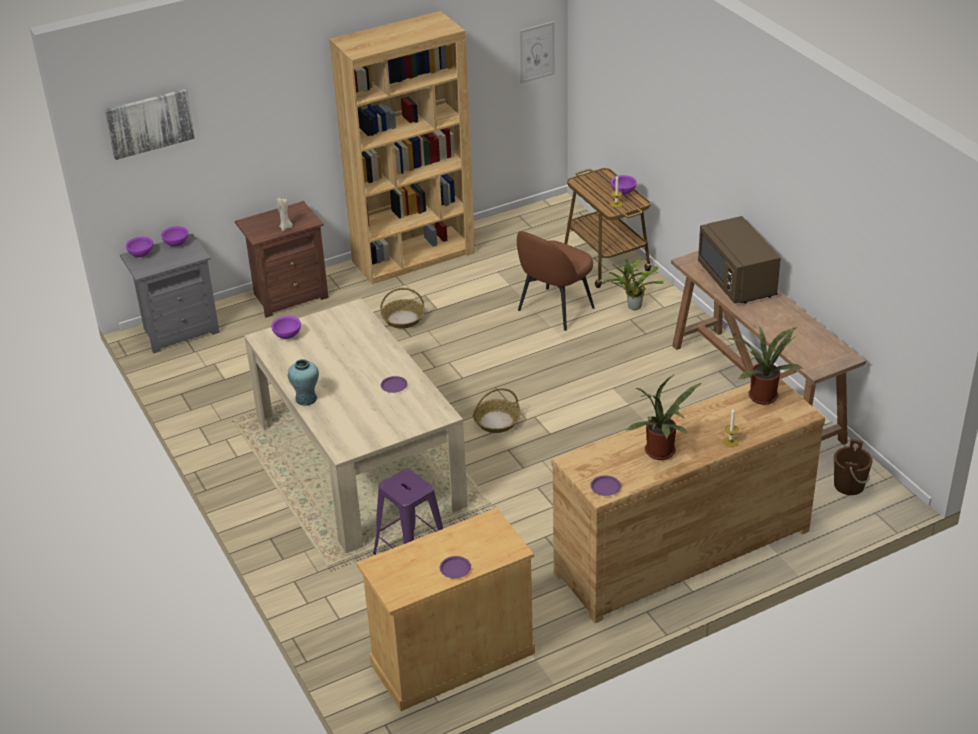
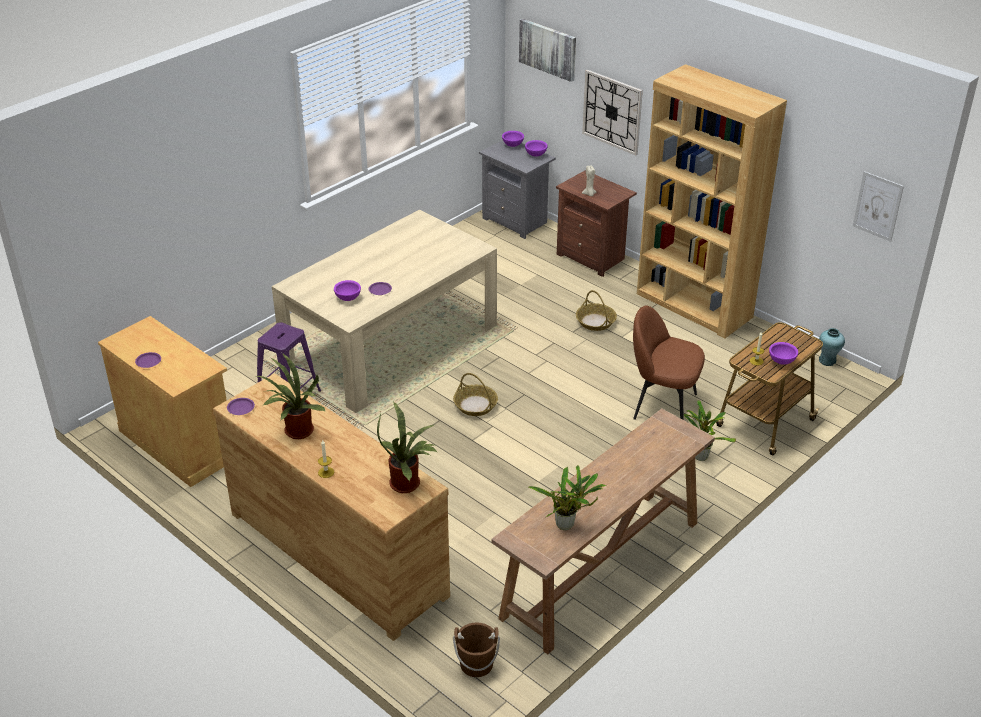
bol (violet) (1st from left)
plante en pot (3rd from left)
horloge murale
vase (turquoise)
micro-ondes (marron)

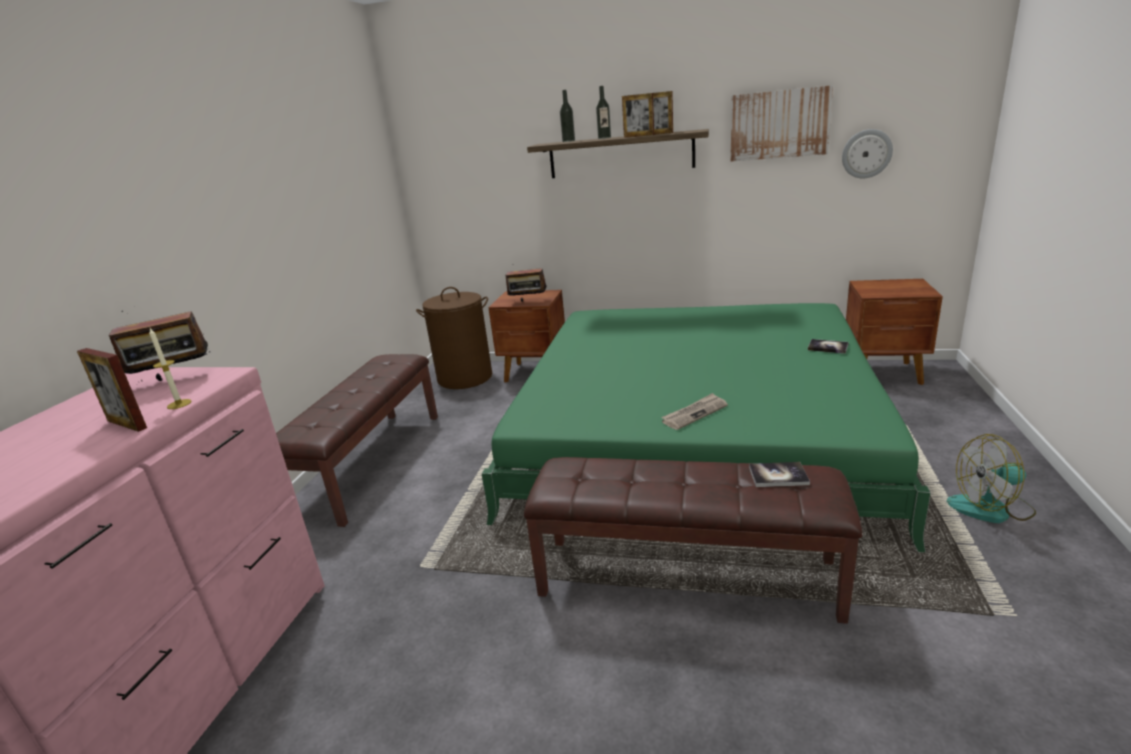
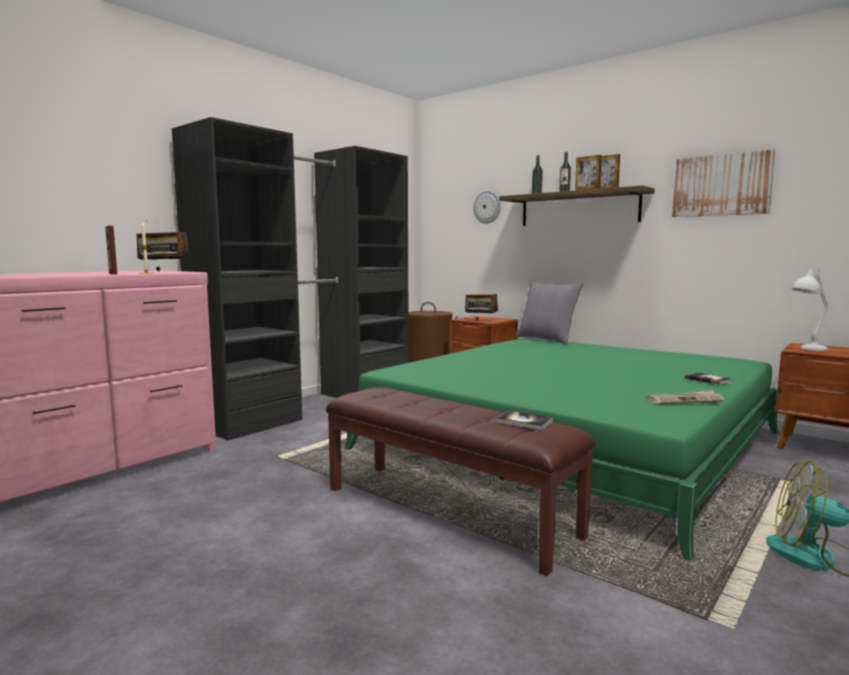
armoire (noir)
horloge murale
coussin (gris)
journal
lampe de table (blanc)

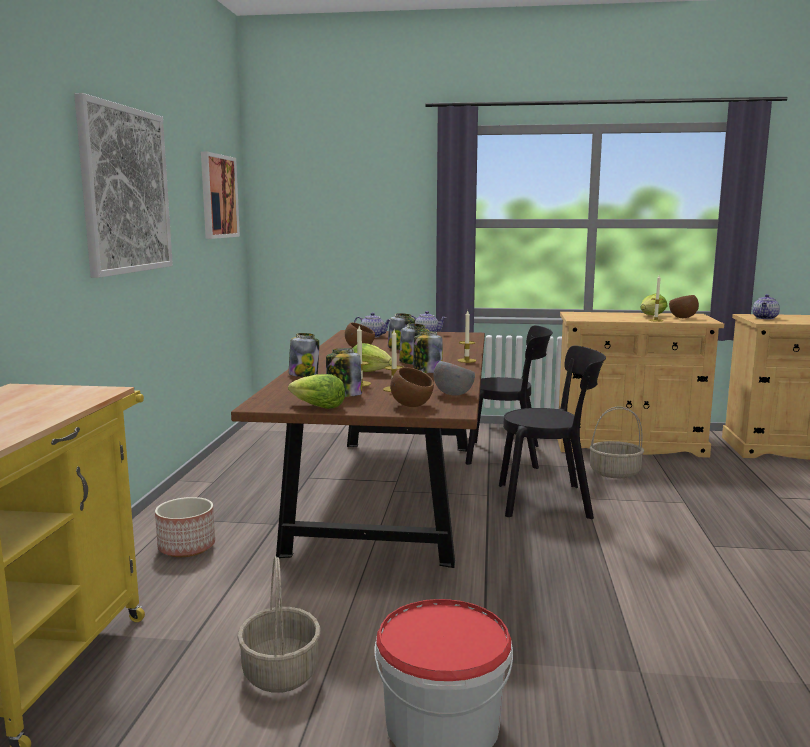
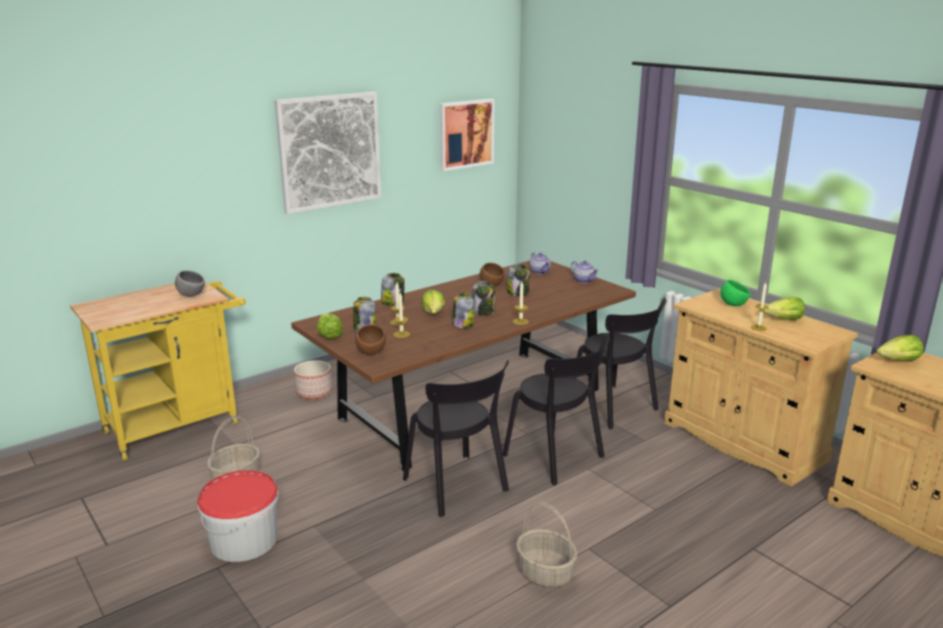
bol (gris)
chaise (noir) (1st from left)
panier (2nd from left)
bol (vert)
laitue (4th from left)
bol (marron) (3rd from left in the first image)

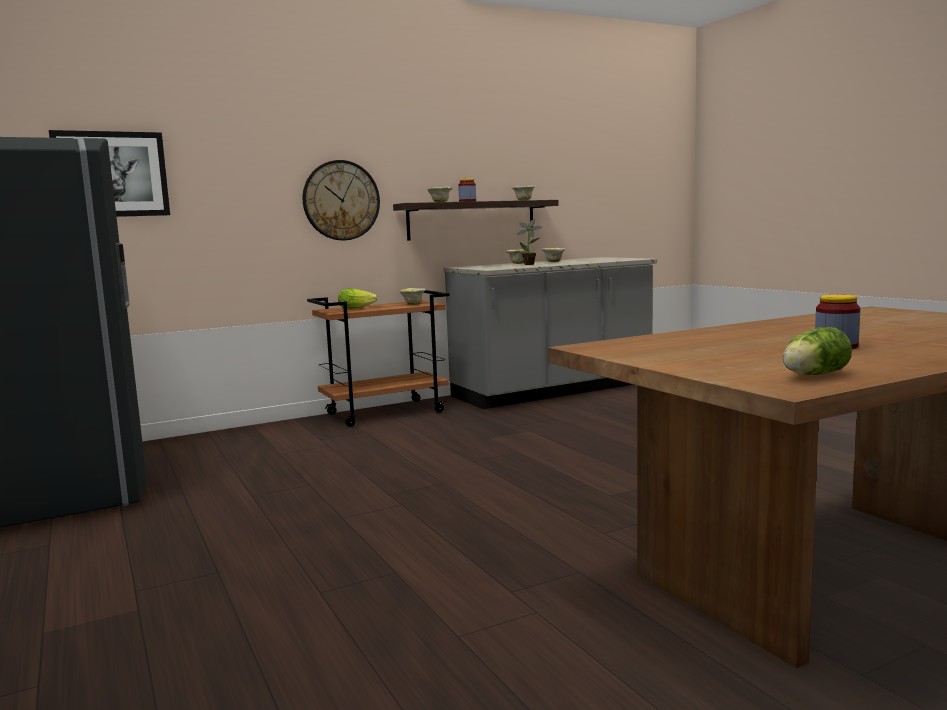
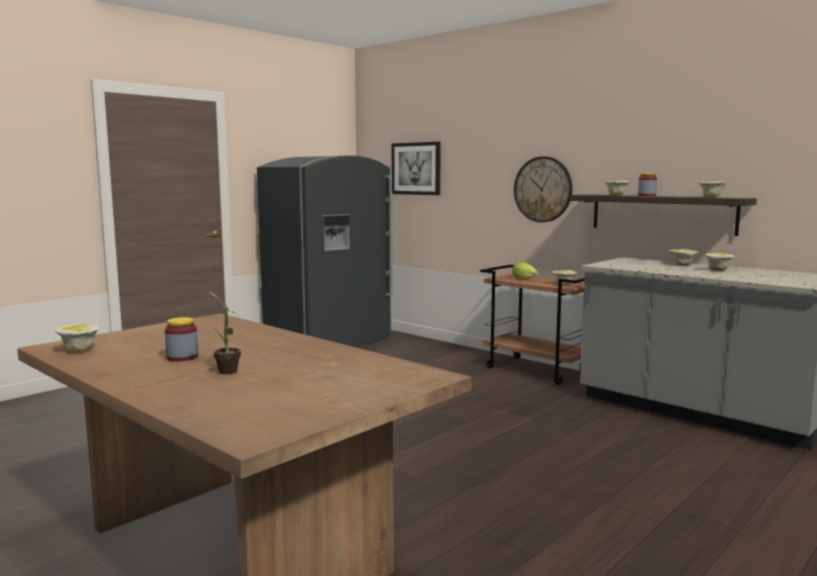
bol (1st from left)
plante en pot

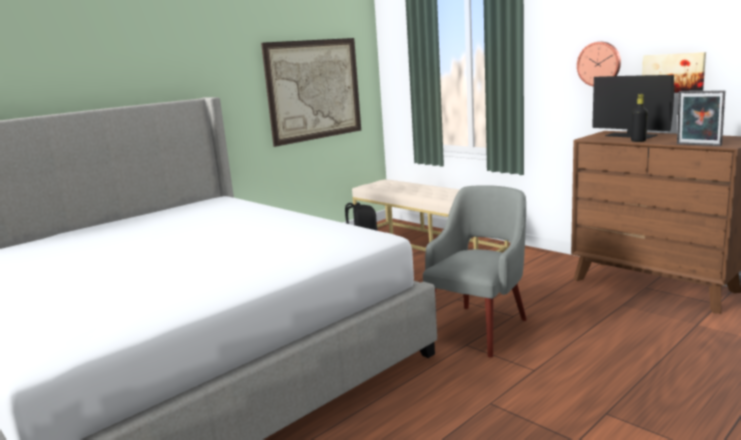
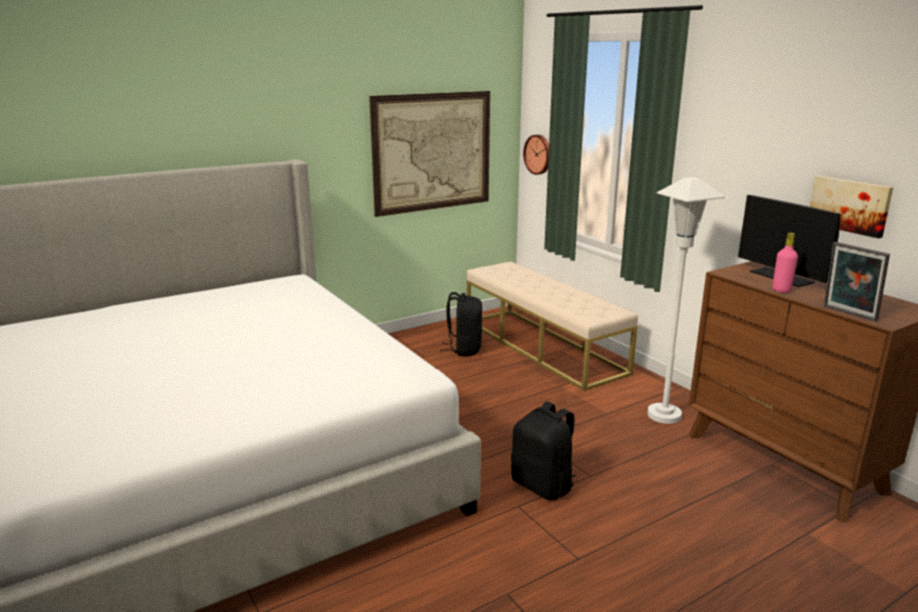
sac à dos (noir) (2nd from left)
horloge murale
lampadaire (blanc)
bouteille (rose)

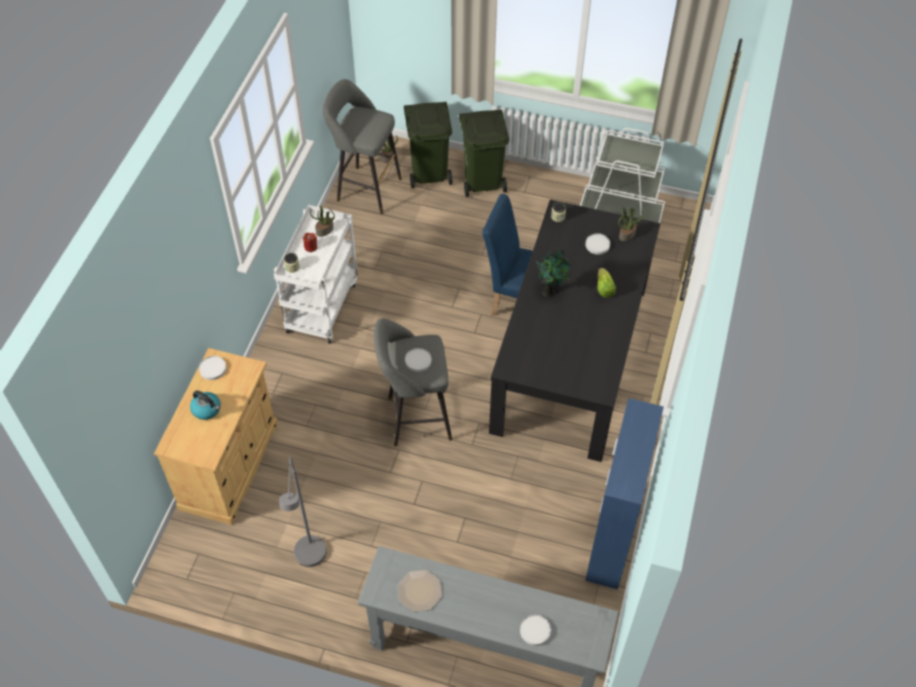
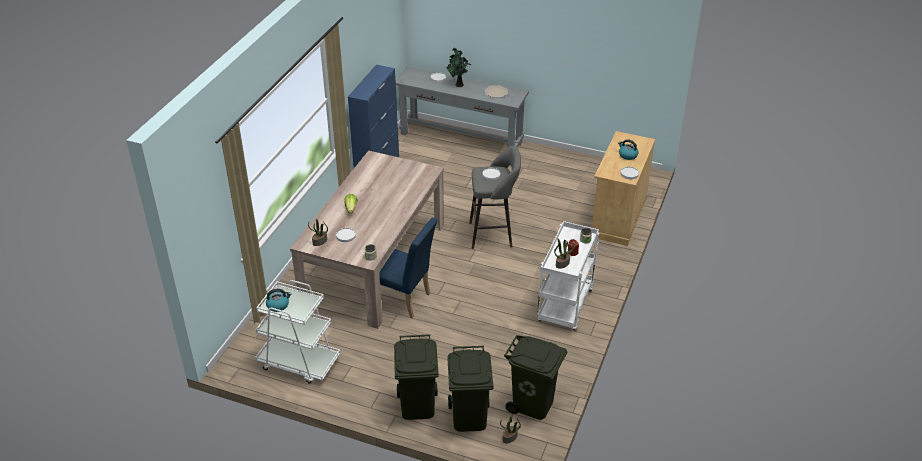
bouilloire (1st from left)
table à manger (beige)
plante en pot (2nd from left)
poubelle (vert) (3rd from left)
lampadaire (gris)

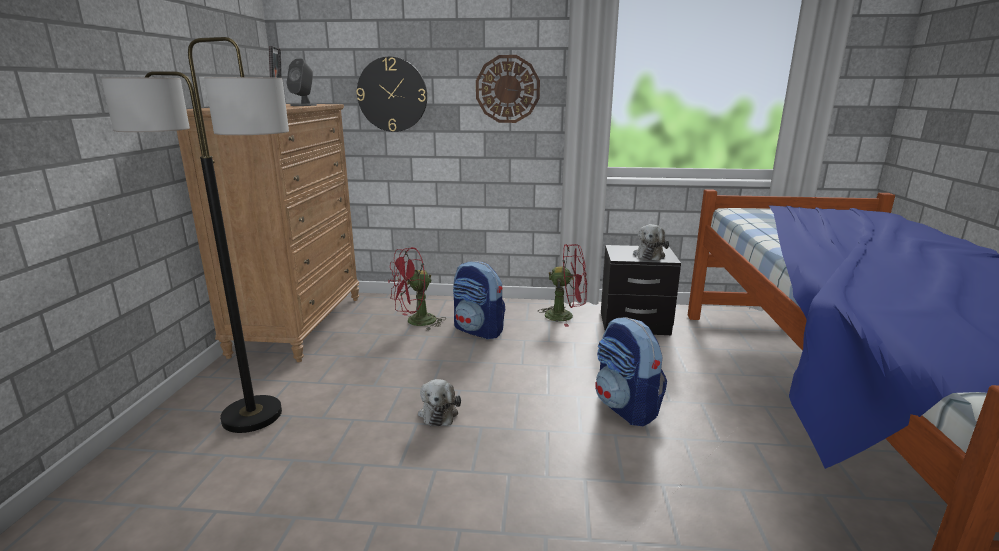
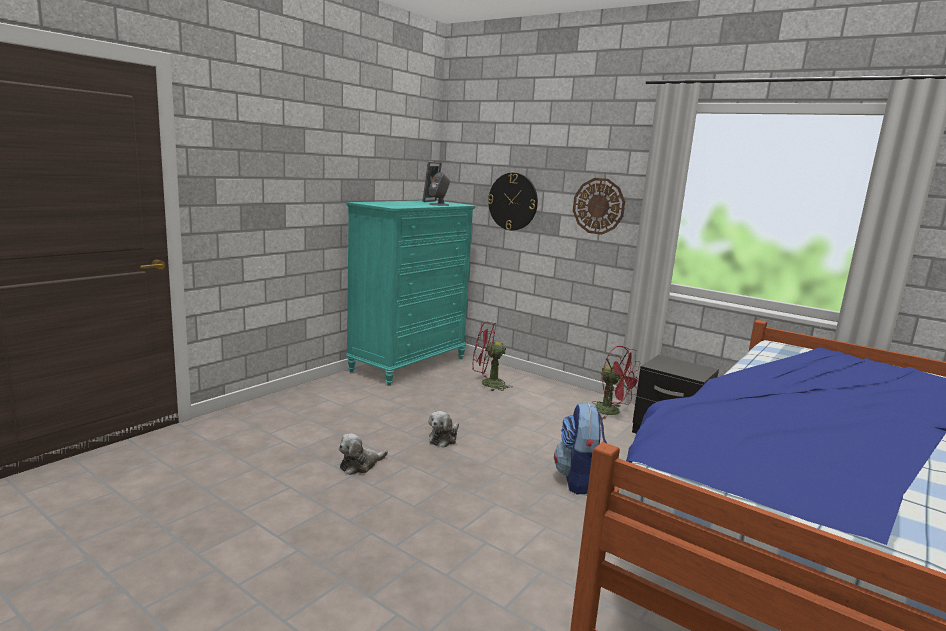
peluche (1st from left)
commode (turquoise)
lampadaire
sac à dos (1st from left in the first image)

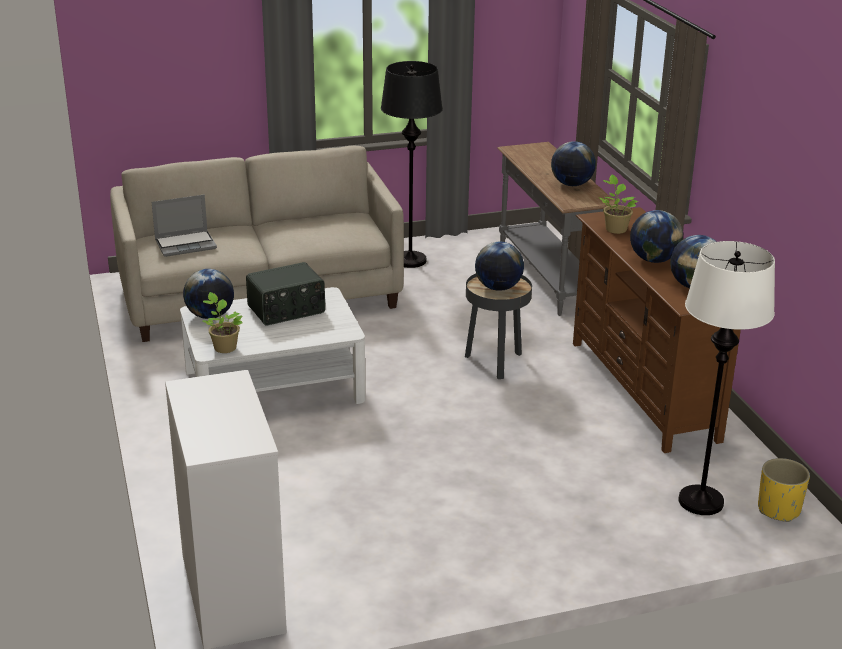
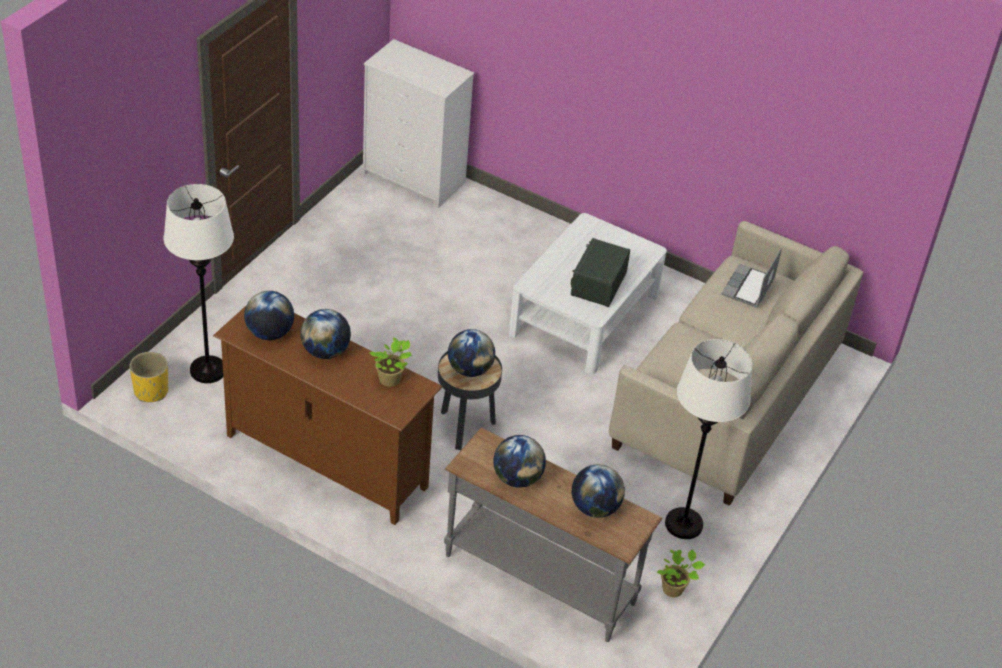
globe (5th from left)
plante en pot (2nd from left)
lampadaire (blanc) (2nd from left)

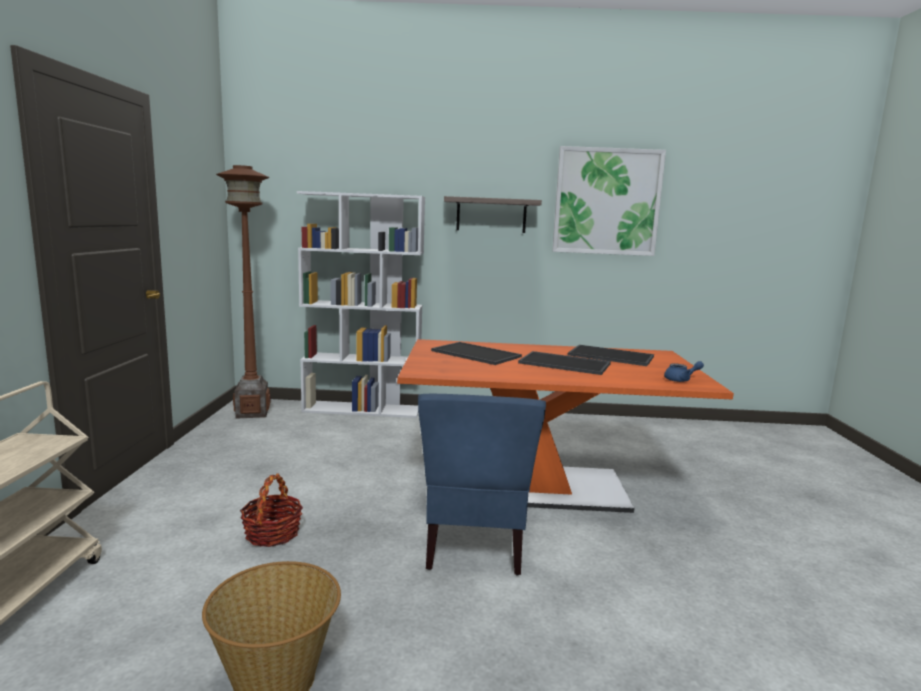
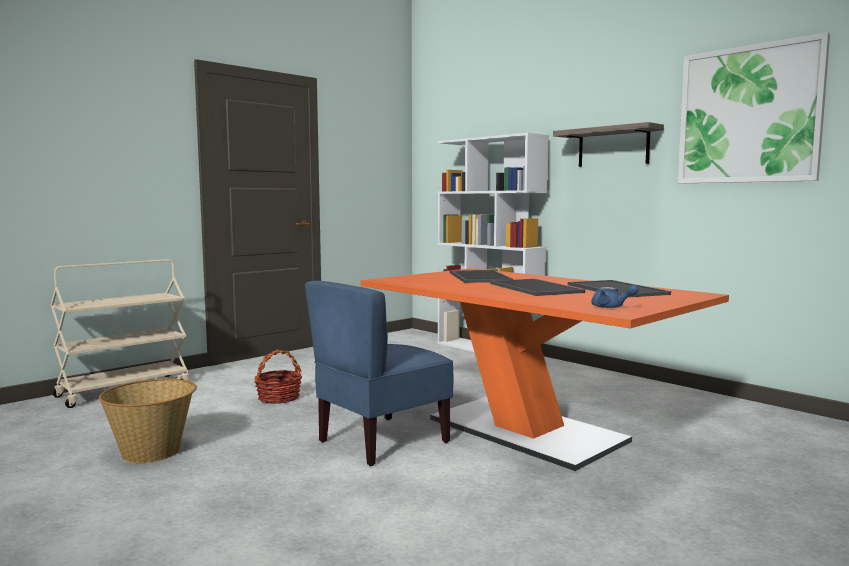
lampadaire (marron)

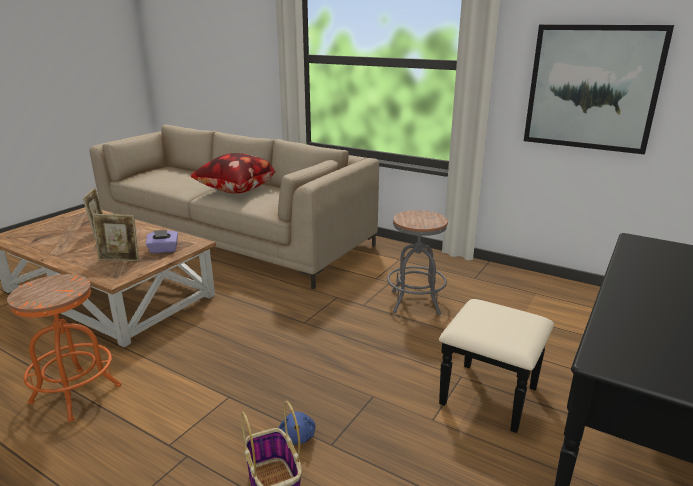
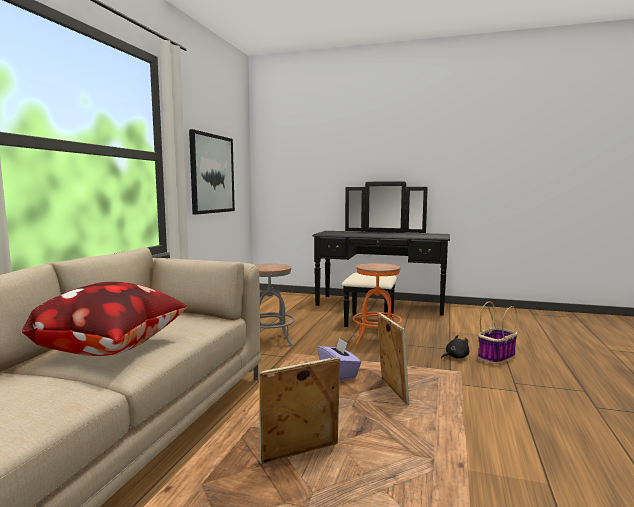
tabouret (orange)
peluche (noir)

